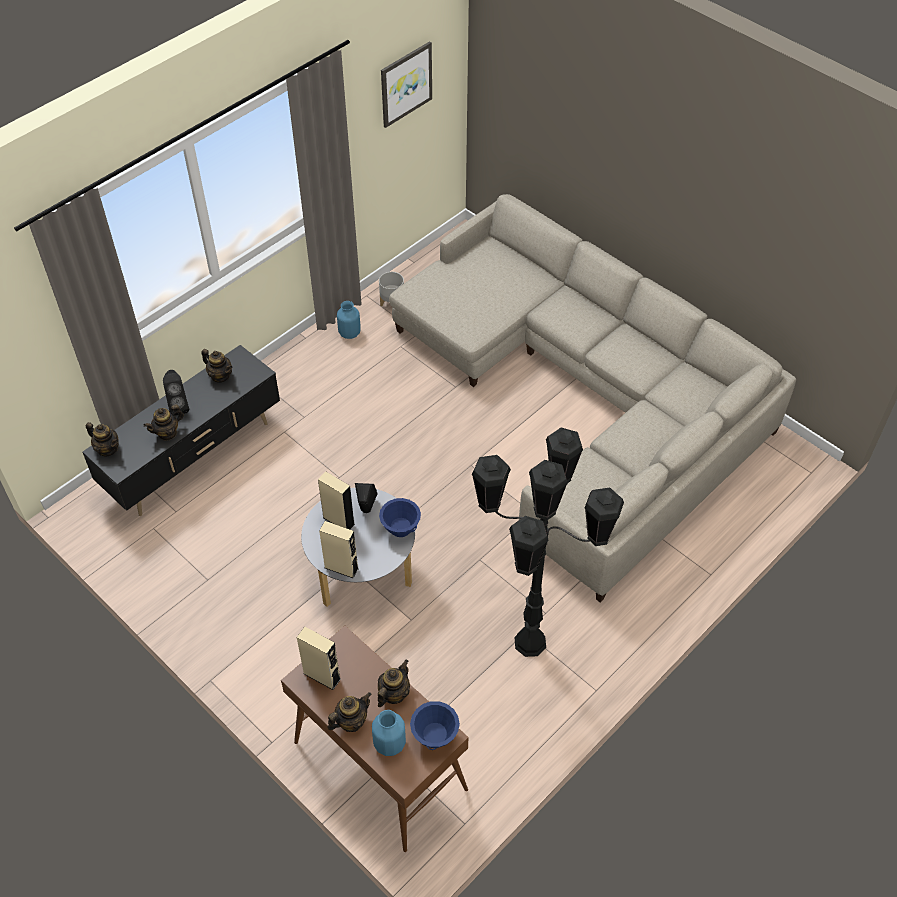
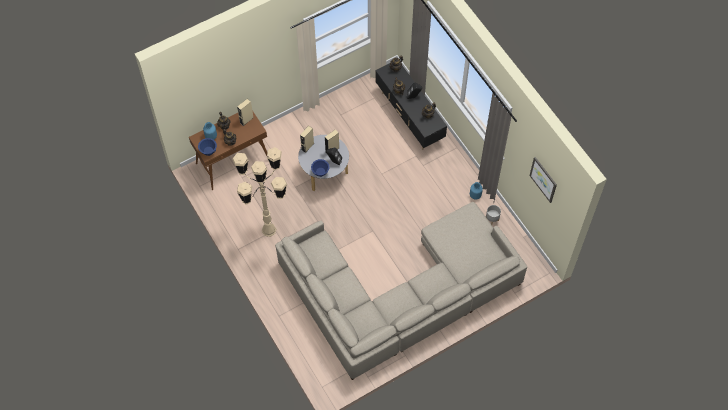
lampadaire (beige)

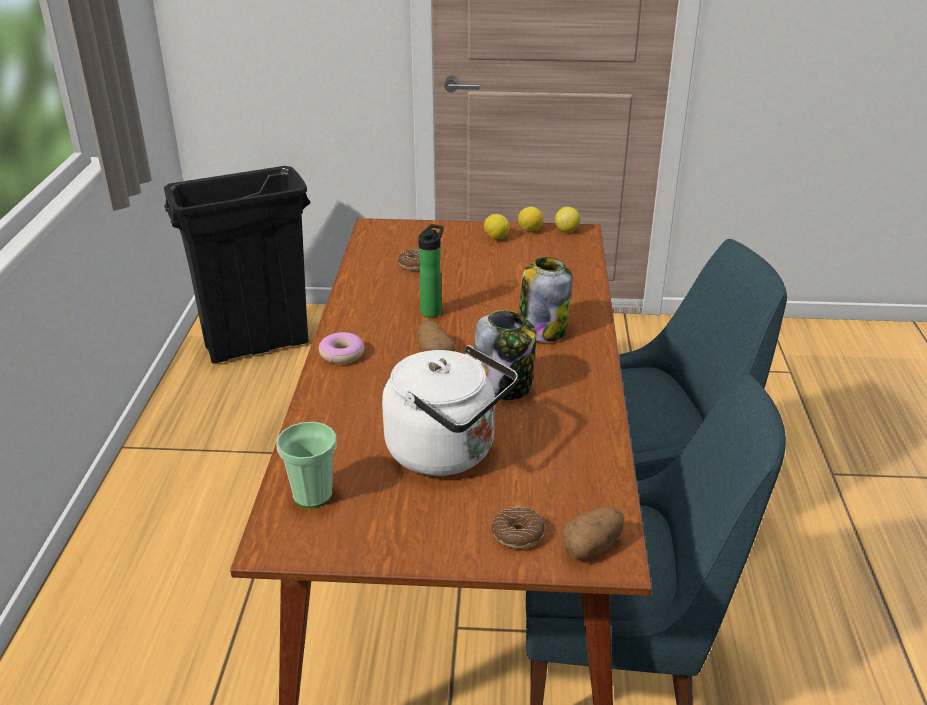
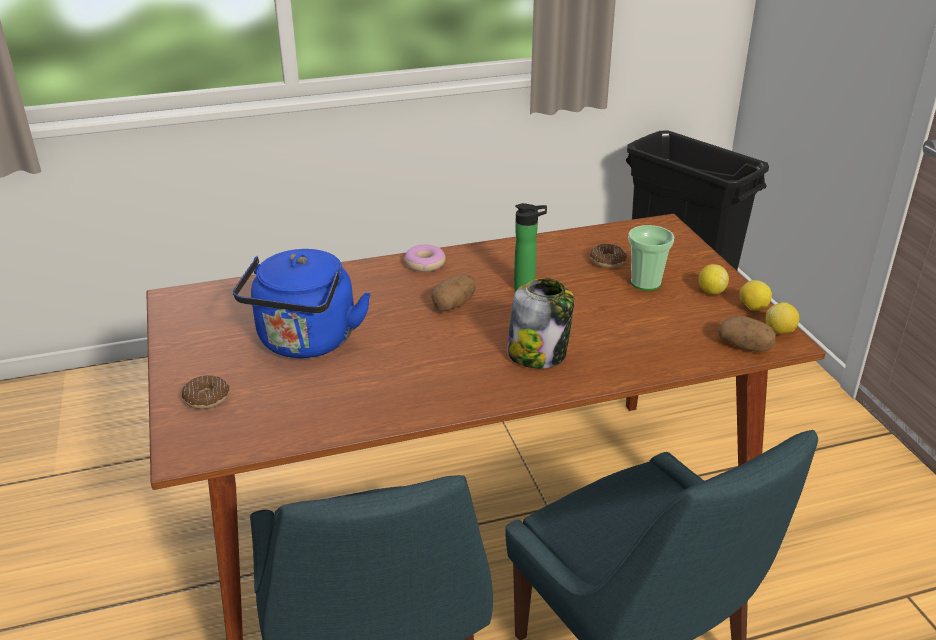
bouilloire (bleu)
tasse
pomme de terre (2nd from left)
bocal (1st from left in the first image)

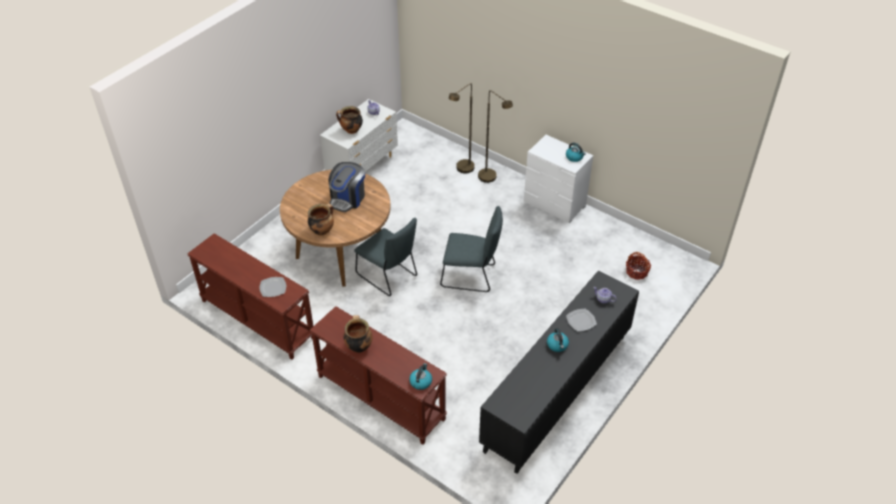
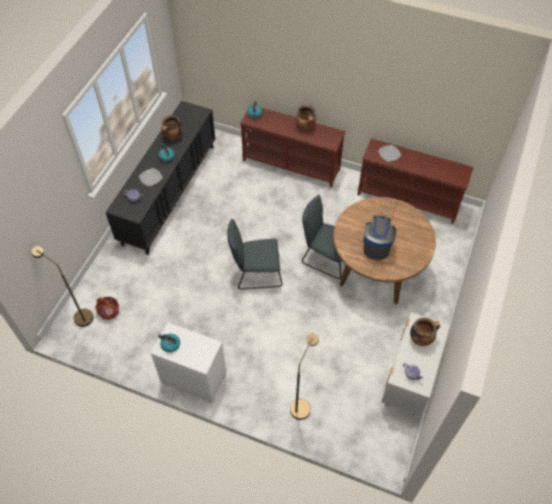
lampadaire (marron) (1st from left)
marmite (1st from left)

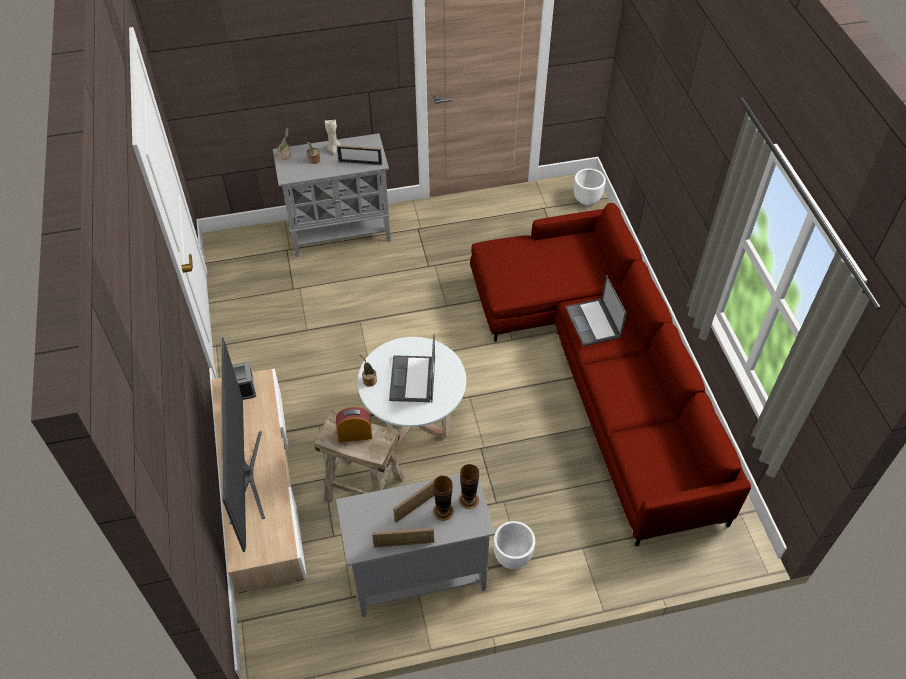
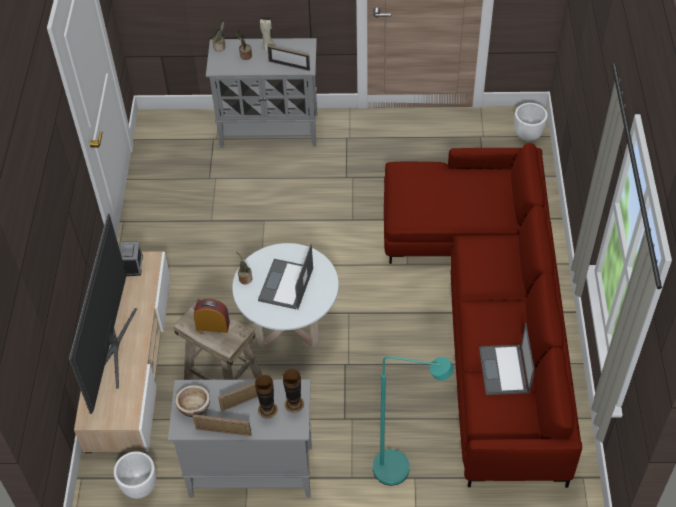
cache-pot (blanc) (1st from left)
bol
lampadaire (turquoise)
ordinateur portable (2nd from left)

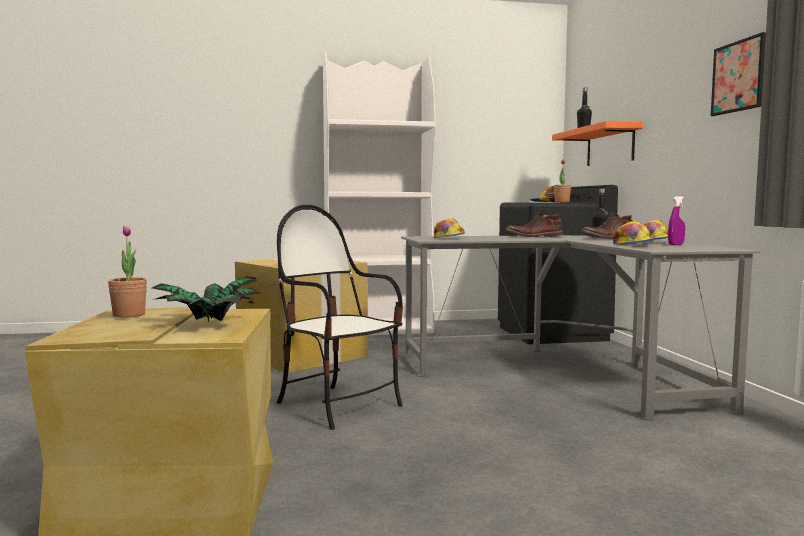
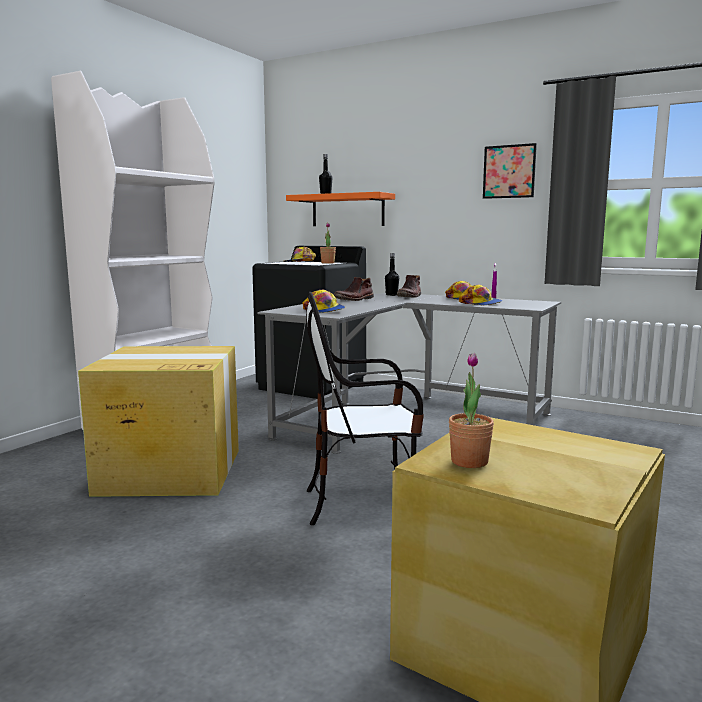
plante en pot (2nd from left in the first image)

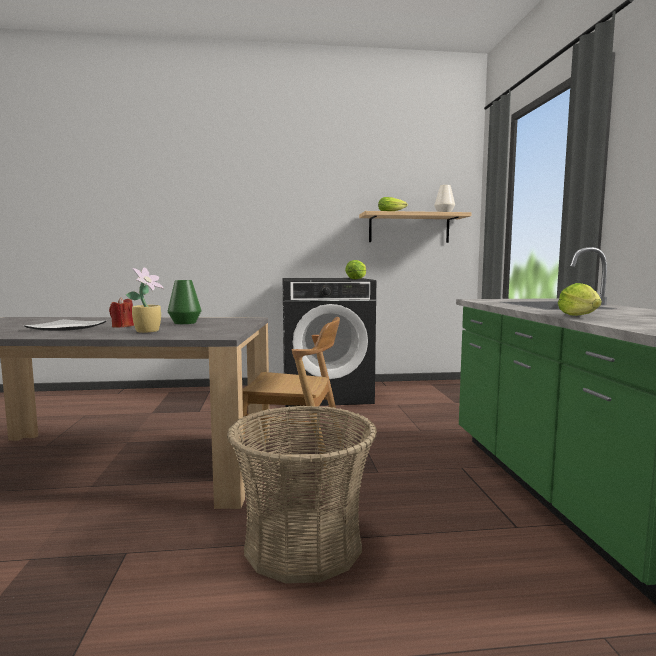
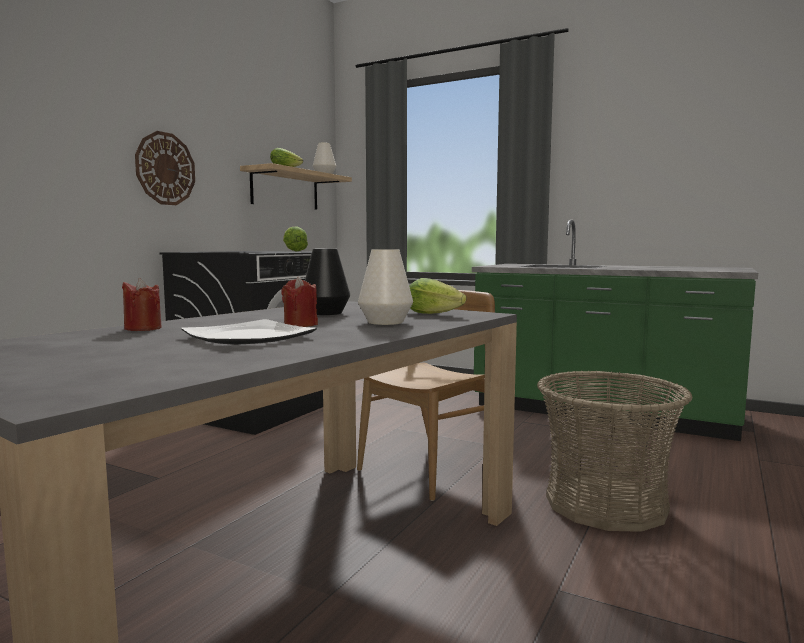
bougie (rouge) (1st from left)
horloge murale
vase (noir)
vase (blanc) (2nd from left)
laitue (3rd from left)

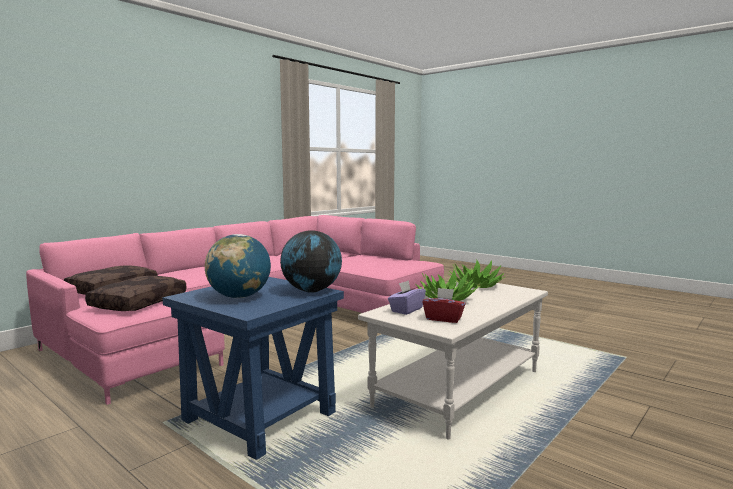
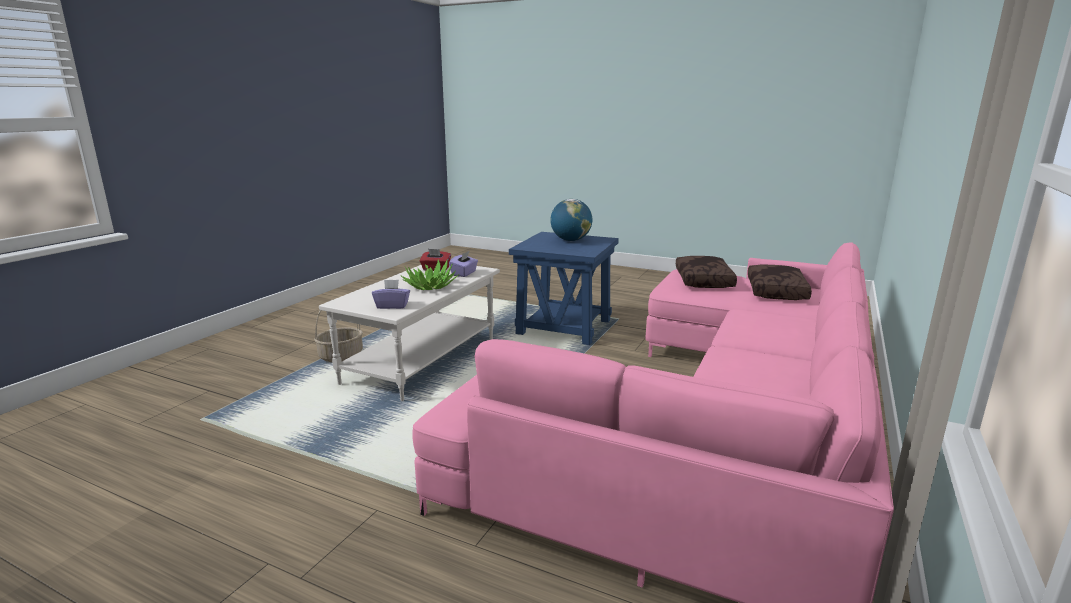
panier
boîte à mouchoirs (violet) (1st from left)
globe (2nd from left in the first image)

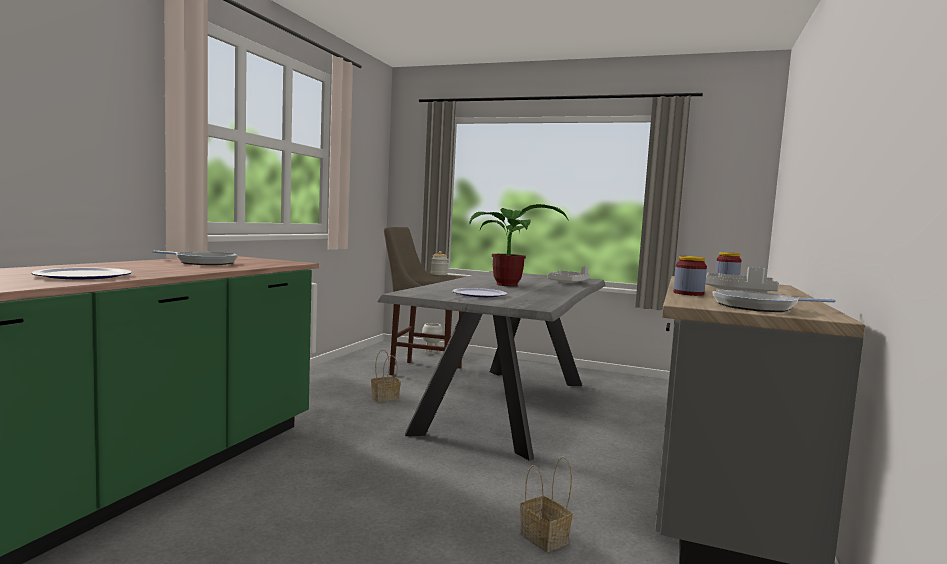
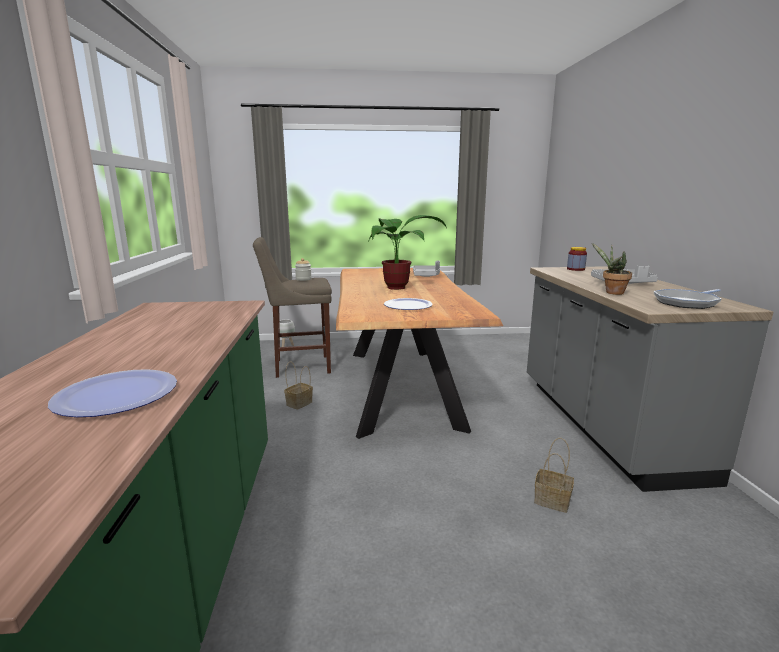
table à manger (marron)
plante en pot (2nd from left)
poêle (1st from left in the first image)

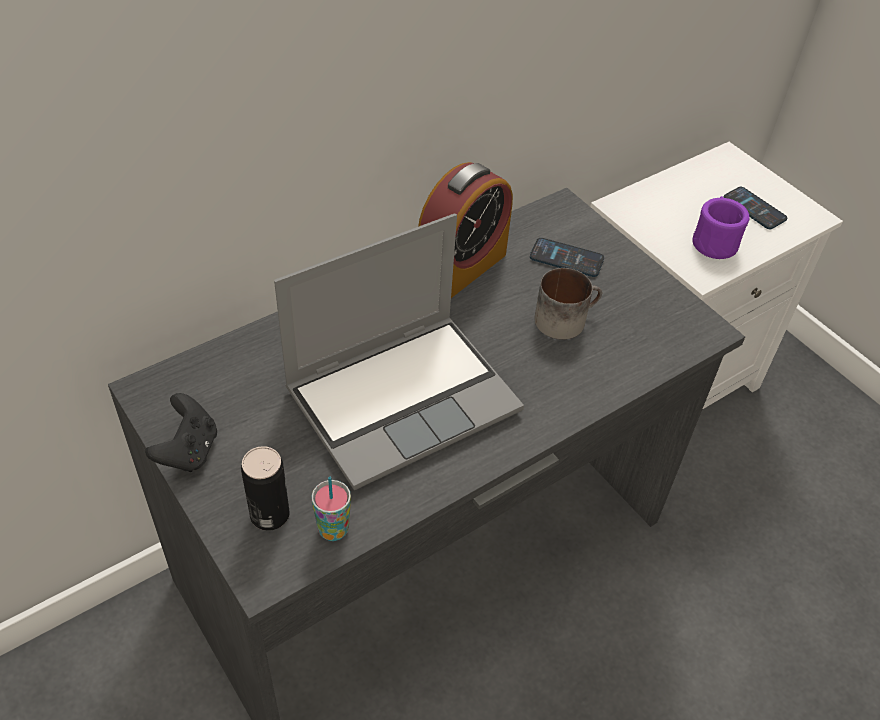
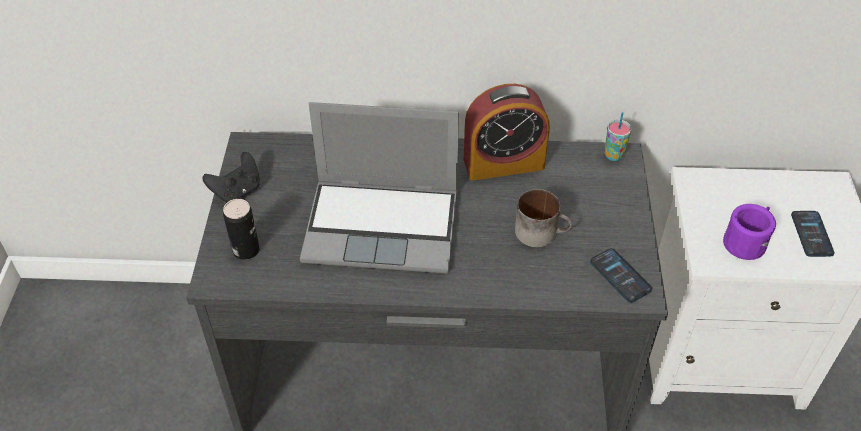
téléphone (1st from left)
tasse

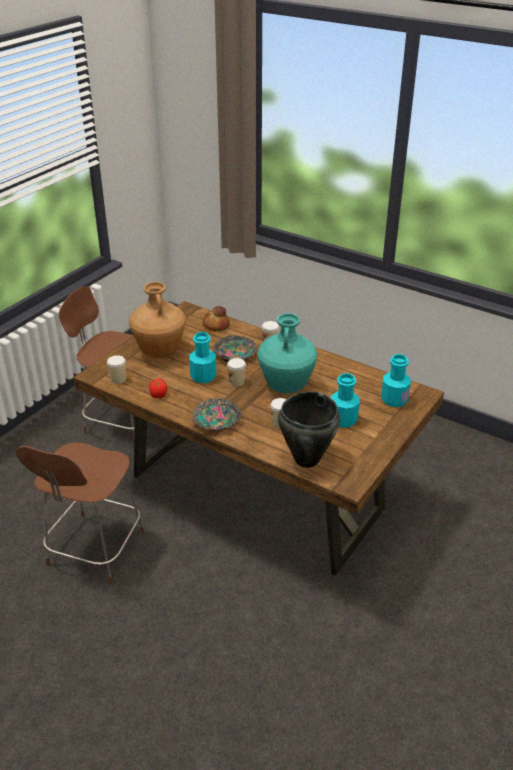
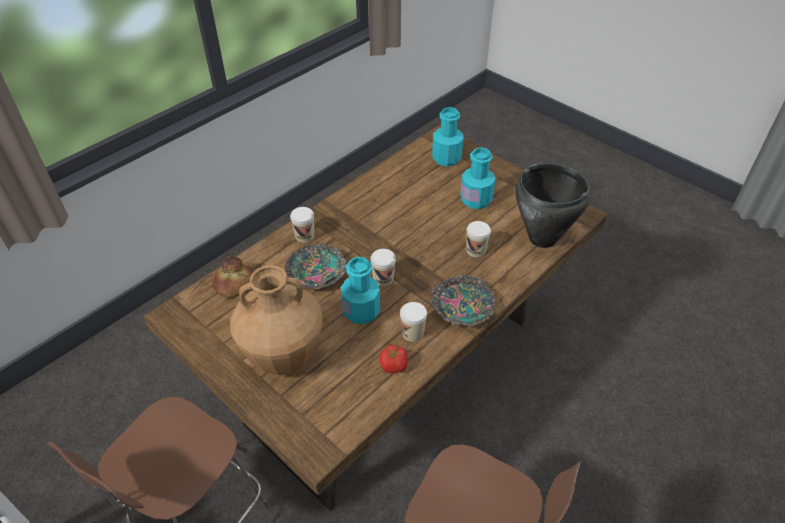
tasse (3rd from left)
vase (turquoise)

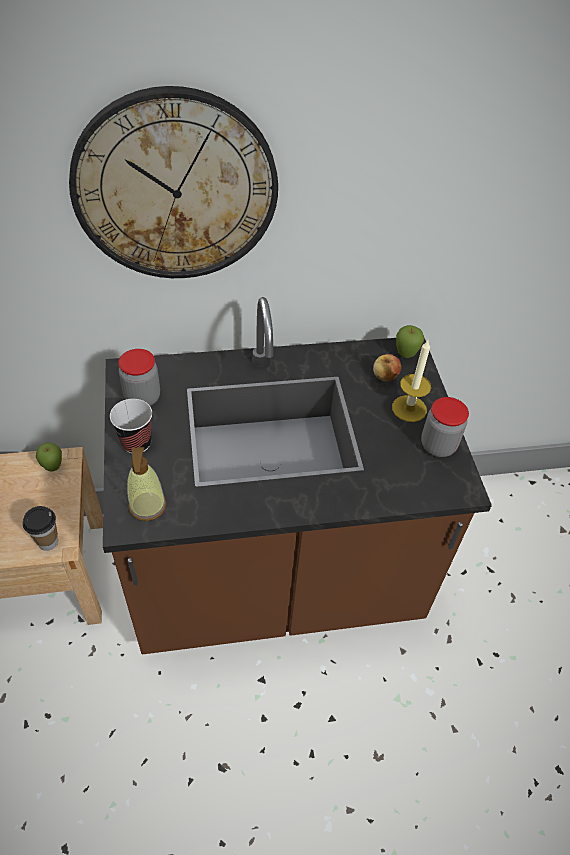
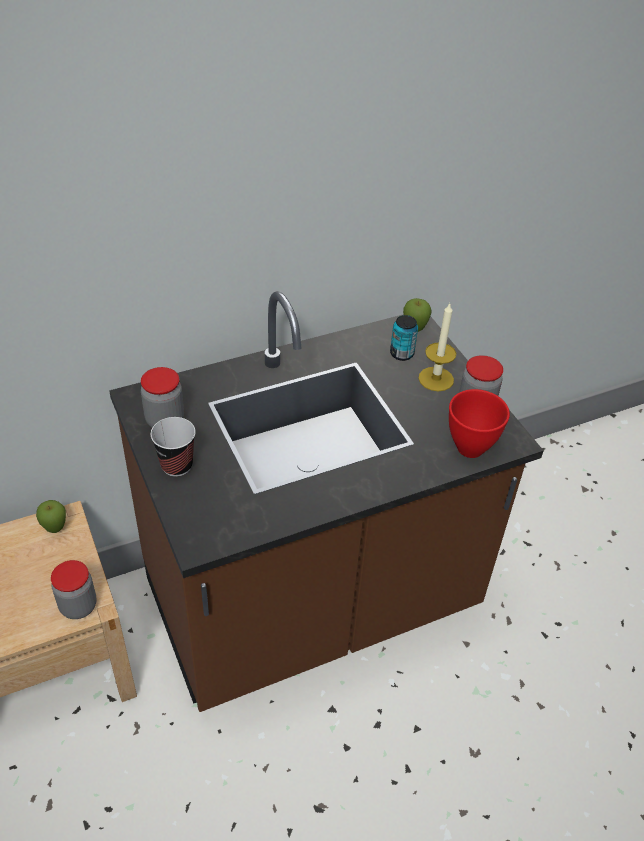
bocal (1st from left)
boîte métallique
bol (rouge)
horloge murale
distributeur de savon

